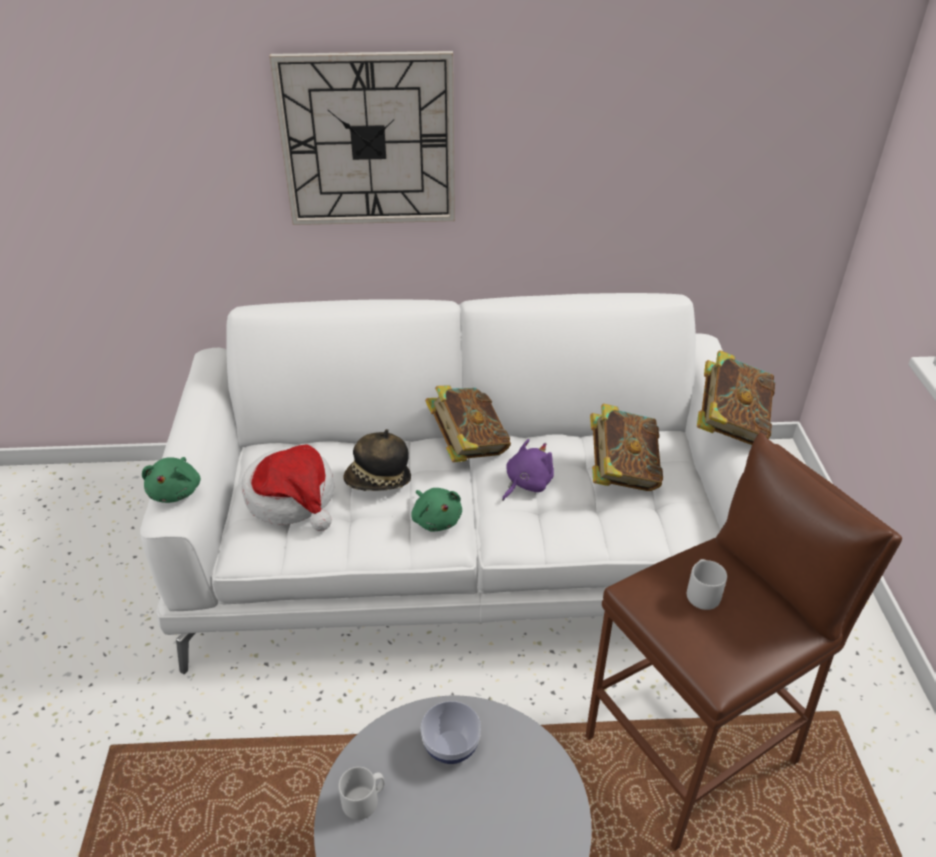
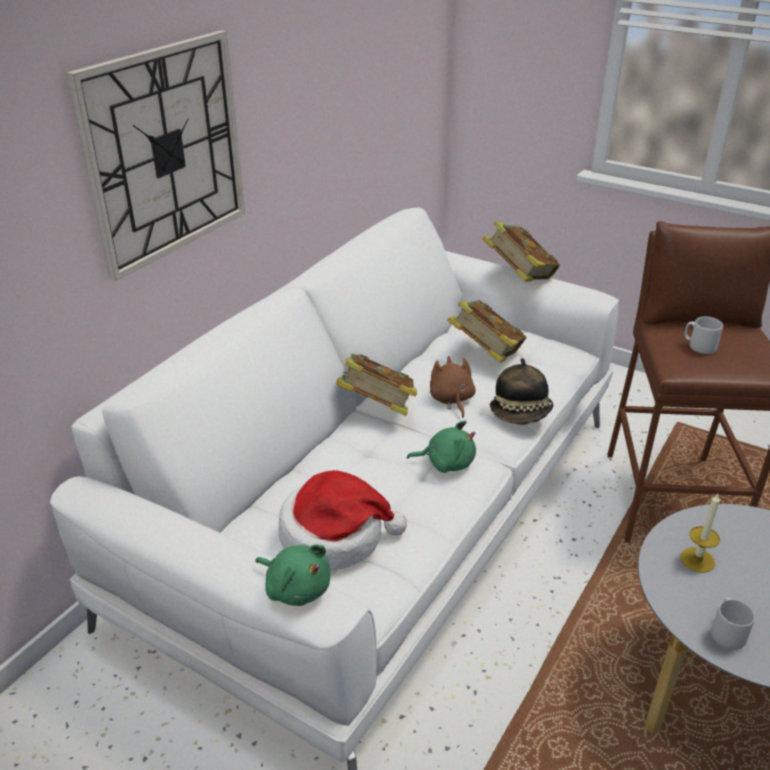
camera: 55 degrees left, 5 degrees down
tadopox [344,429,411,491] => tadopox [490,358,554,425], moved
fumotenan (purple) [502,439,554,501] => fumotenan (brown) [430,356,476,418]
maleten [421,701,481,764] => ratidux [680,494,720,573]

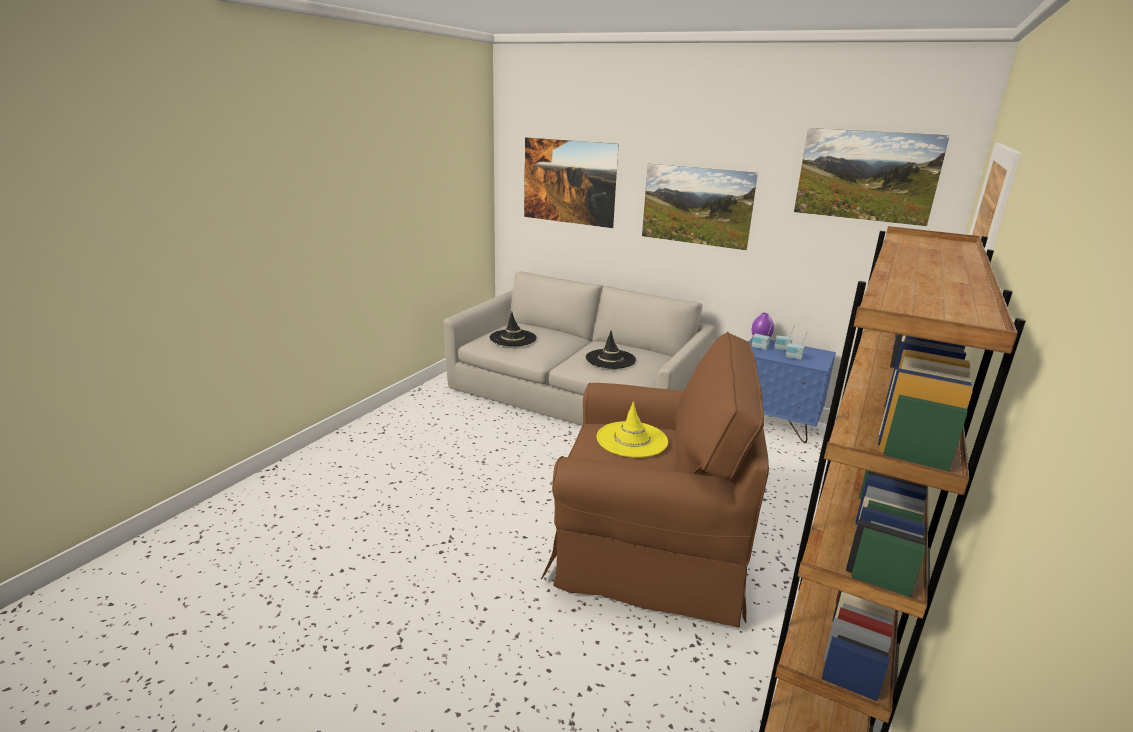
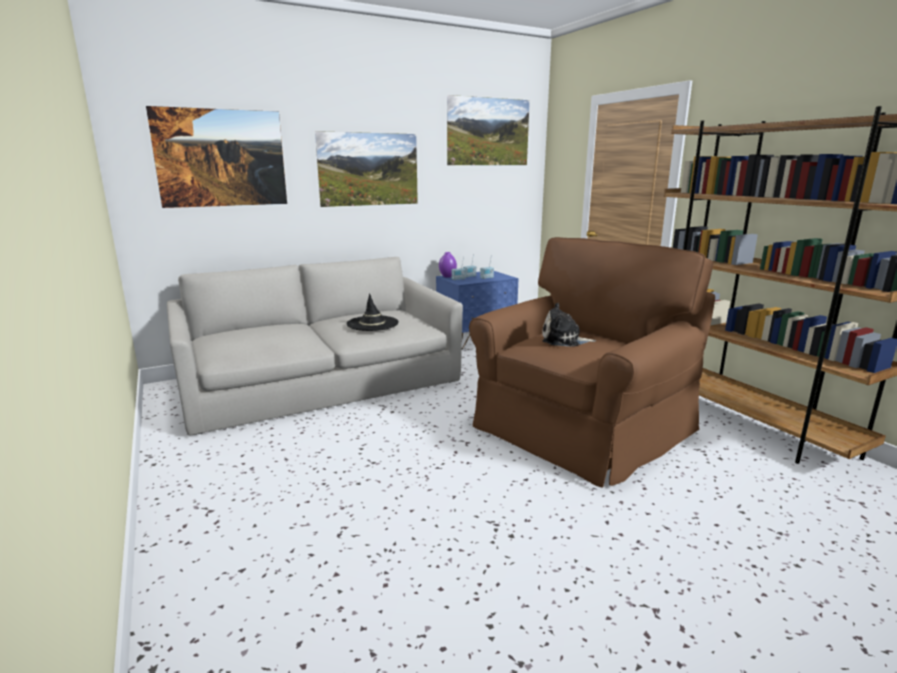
camera: 55 degrees left, 5 degrees down
tadopox (black) [490,312,537,346] => nothing
tadopox (yellow) [597,401,668,458] => fumotenan [542,303,596,347]

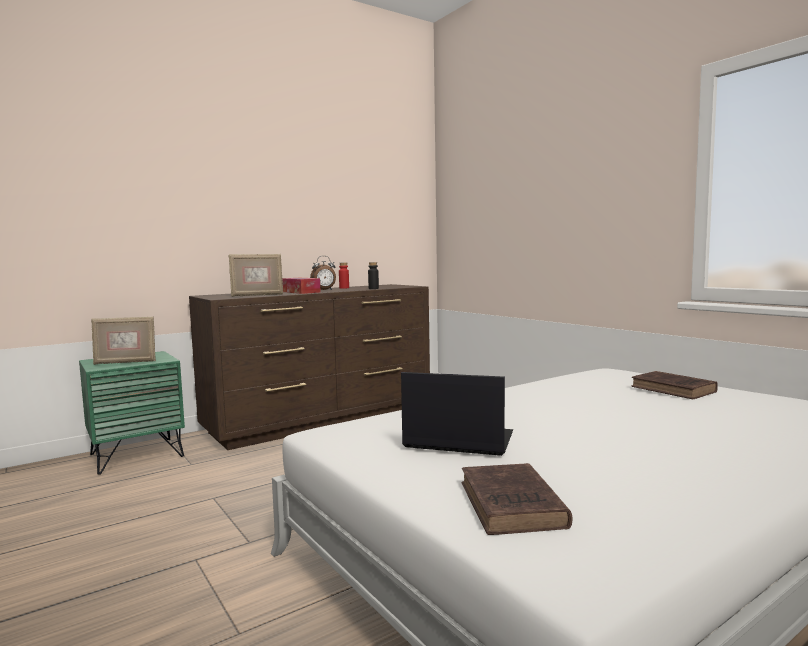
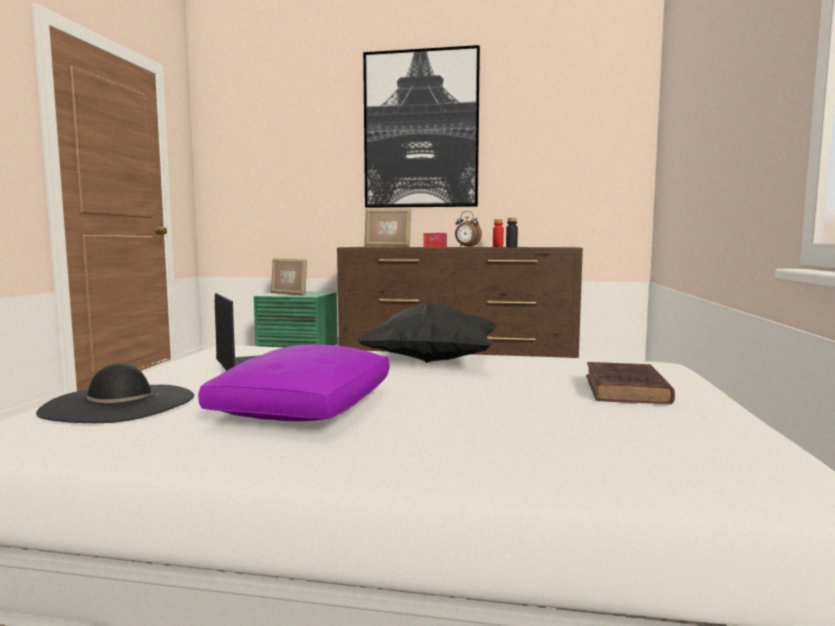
camera: 45 degrees right, 0 degrees up
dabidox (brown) [461,463,572,535] => tadopox (black) [36,363,194,423]
nothing => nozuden [363,45,480,208]
nothing => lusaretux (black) [357,303,498,363]
nothing => lusaretux (purple) [198,345,389,421]

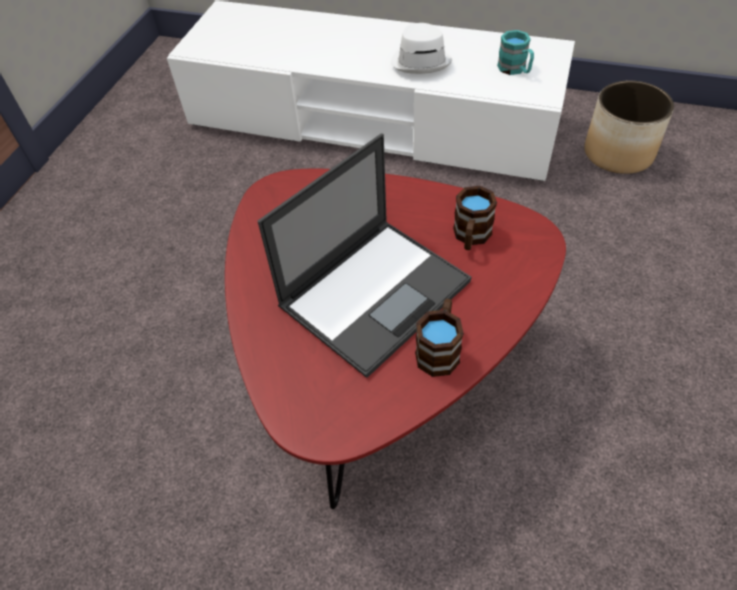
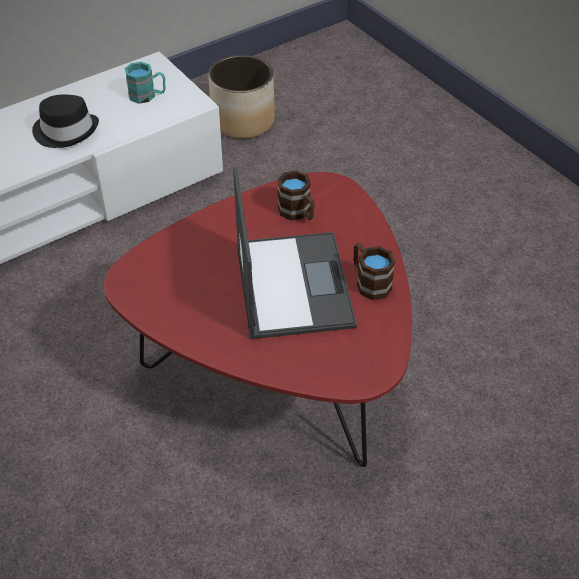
camera: 55 degrees left, 5 degrees down
tadopox (white) [391,23,452,74] => tadopox (black) [32,94,99,148]

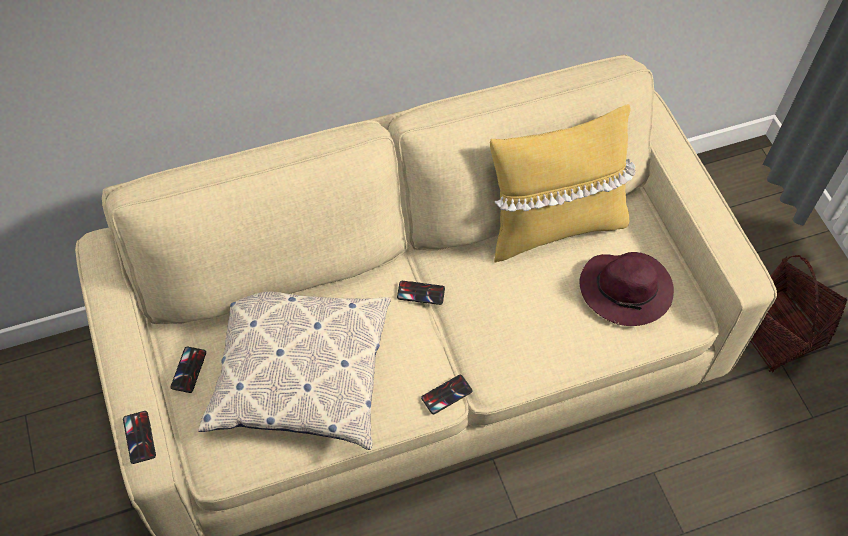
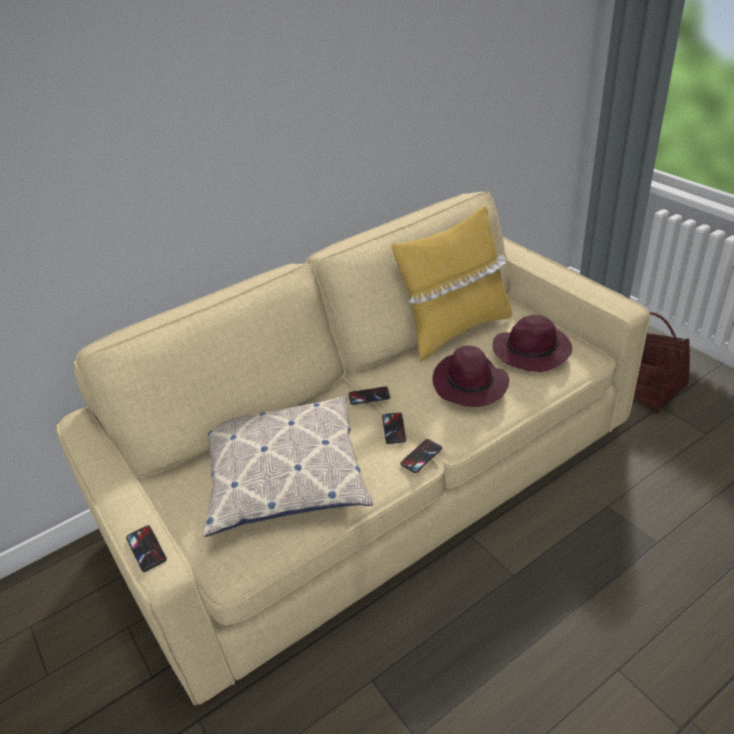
camera: 10 degrees left, 20 degrees down
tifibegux [170,347,206,393] => tifibegux [382,412,406,444], moved
nothing => tadopox (purple) [433,346,509,407]

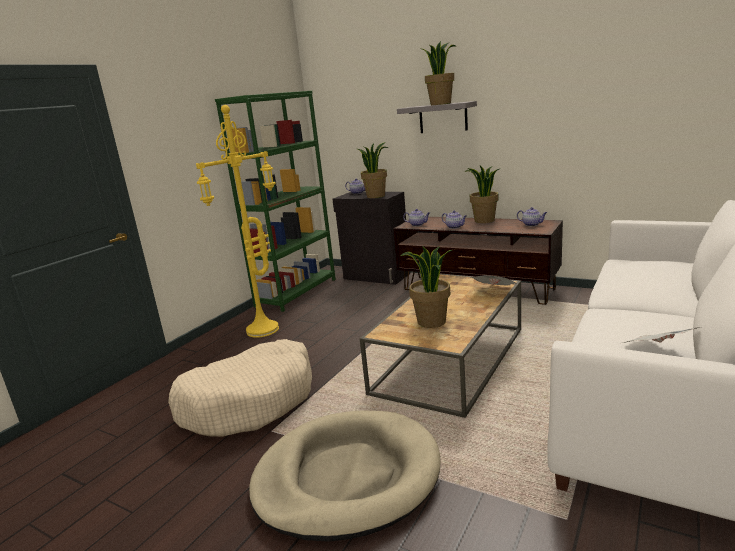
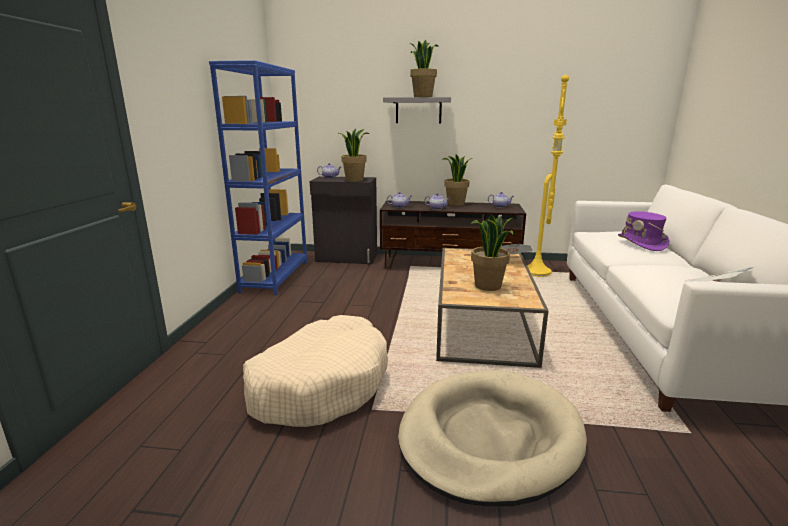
camera: 25 degrees left, 0 degrees up
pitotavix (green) [215,91,336,312] => pitotavix (blue) [209,60,307,295]
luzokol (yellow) [196,105,279,338] => luzokol (yellow) [527,75,569,277], moved
nothing => tadopox (purple) [618,211,669,251]

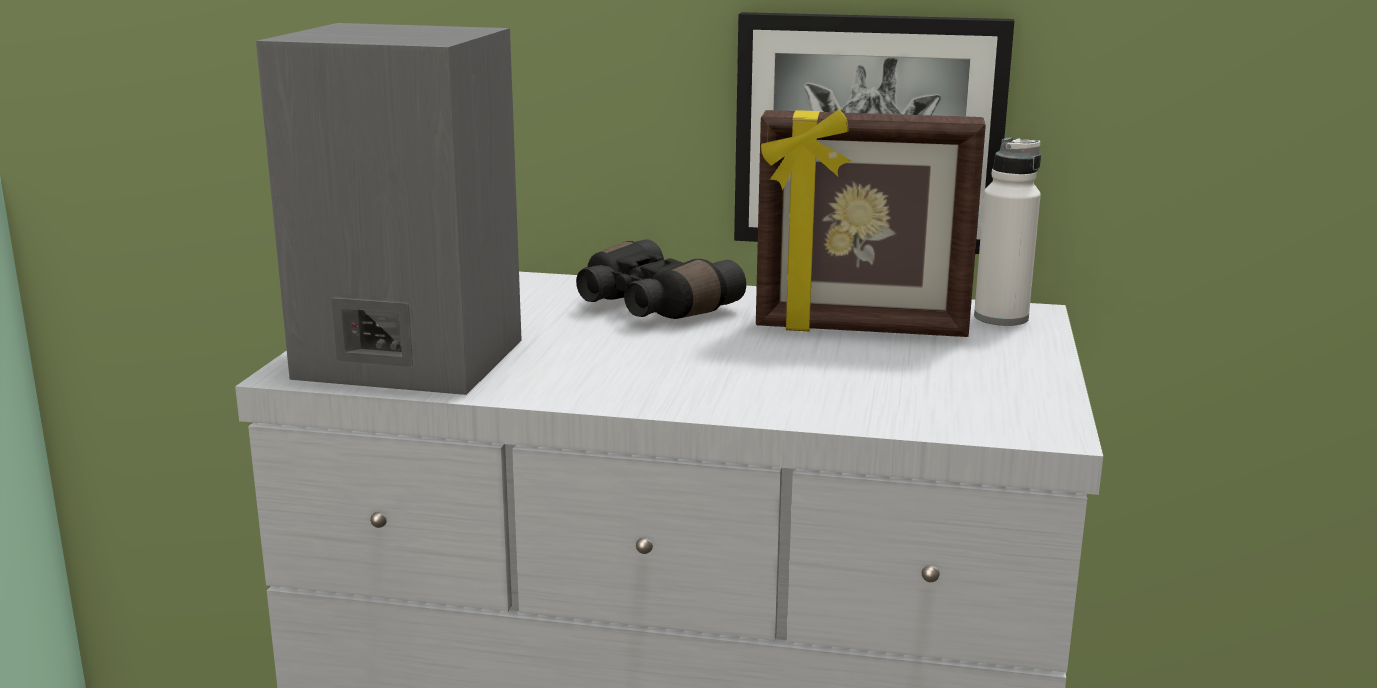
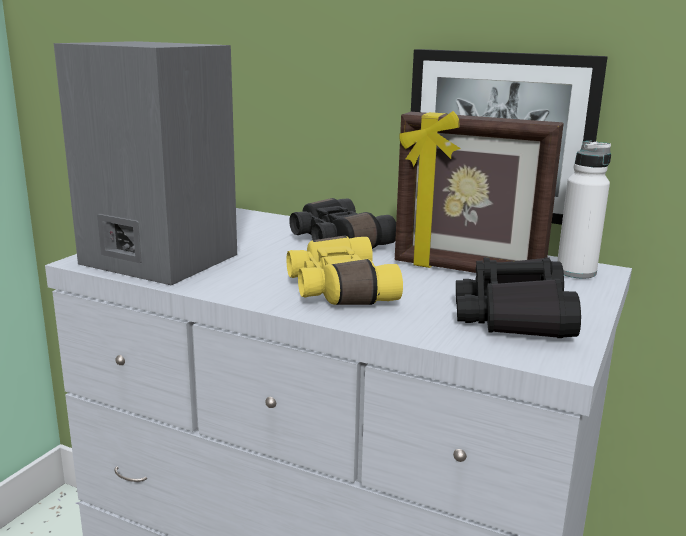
camera: 15 degrees right, 0 degrees up
nothing => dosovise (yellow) [286,235,403,305]
nothing => dosovise (black) [456,257,581,338]

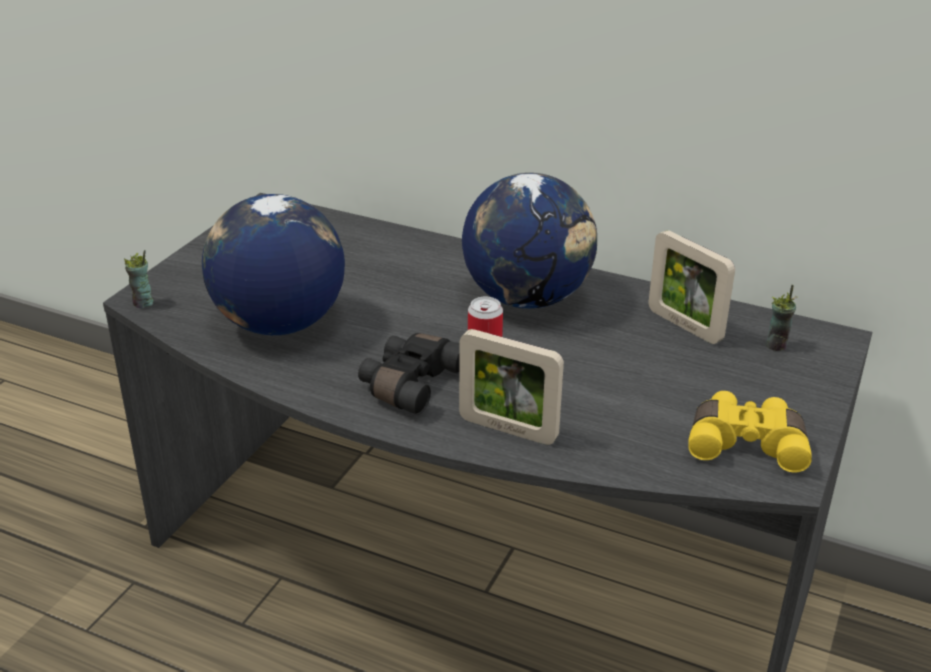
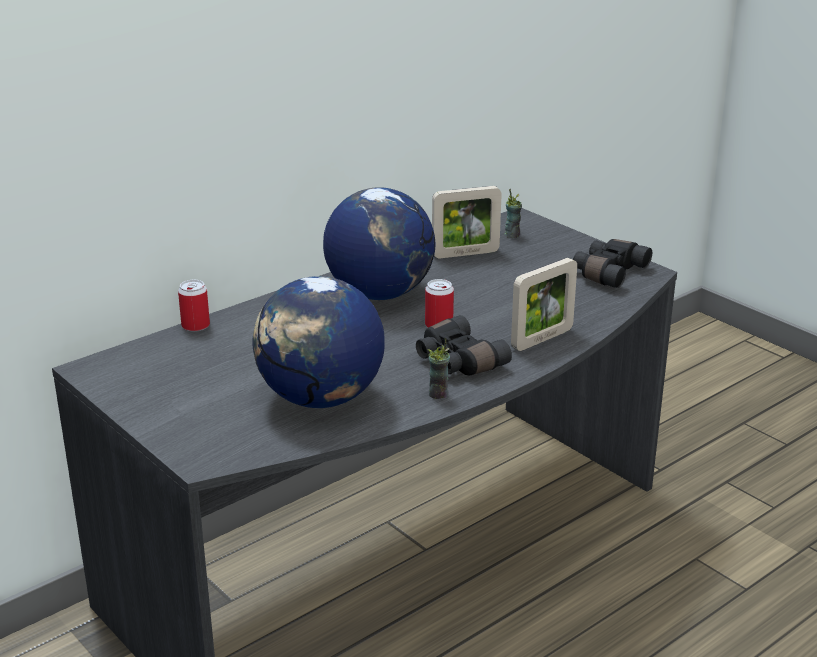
camera: 65 degrees left, 5 degrees down
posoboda [124,250,154,308] => posoboda [428,338,450,399], moved
dosovise (yellow) [688,391,812,472] => dosovise (black) [573,239,652,288]
nothing => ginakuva [178,280,210,332]

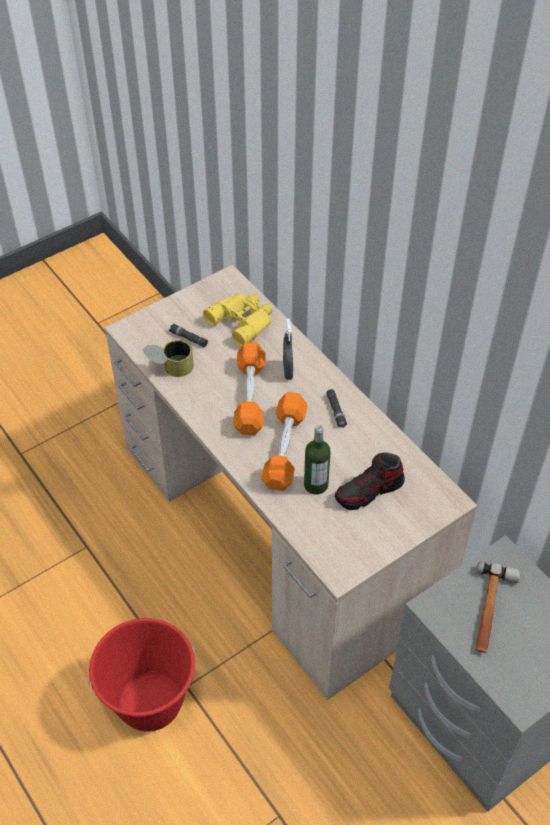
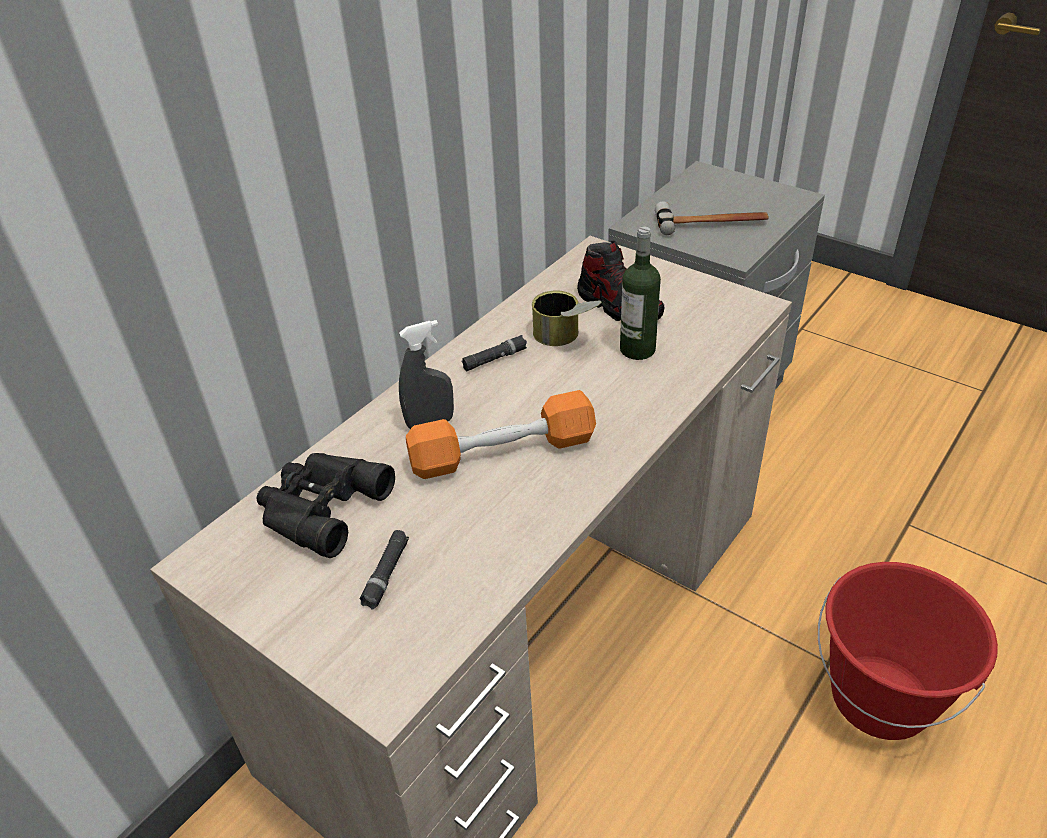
camera: 105 degrees left, 10 degrees down
dosovise (yellow) [203,293,273,347] => dosovise (black) [257,453,395,558]
ginakuva [143,340,194,377] => ginakuva [532,290,601,346], moved
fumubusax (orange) [261,392,308,491] => nothing

